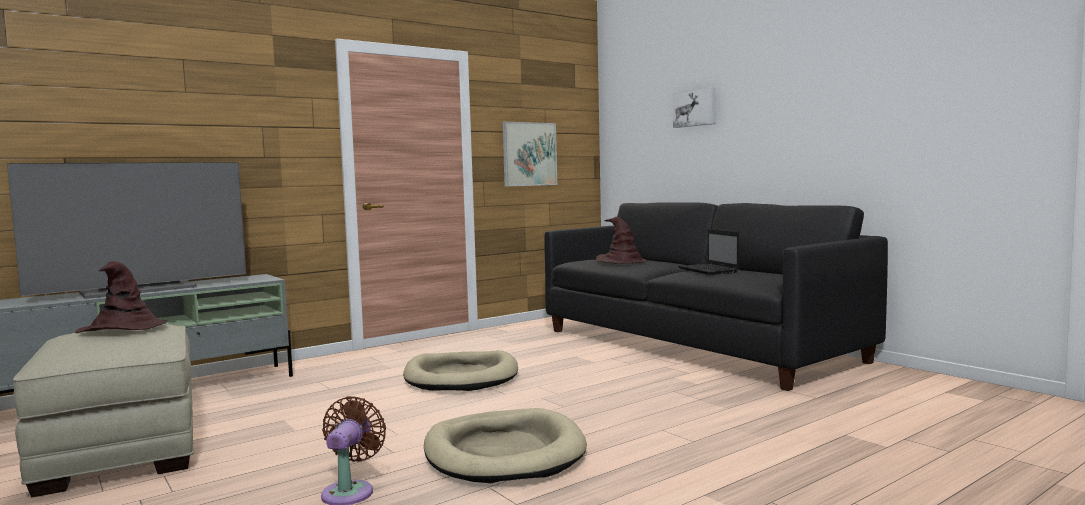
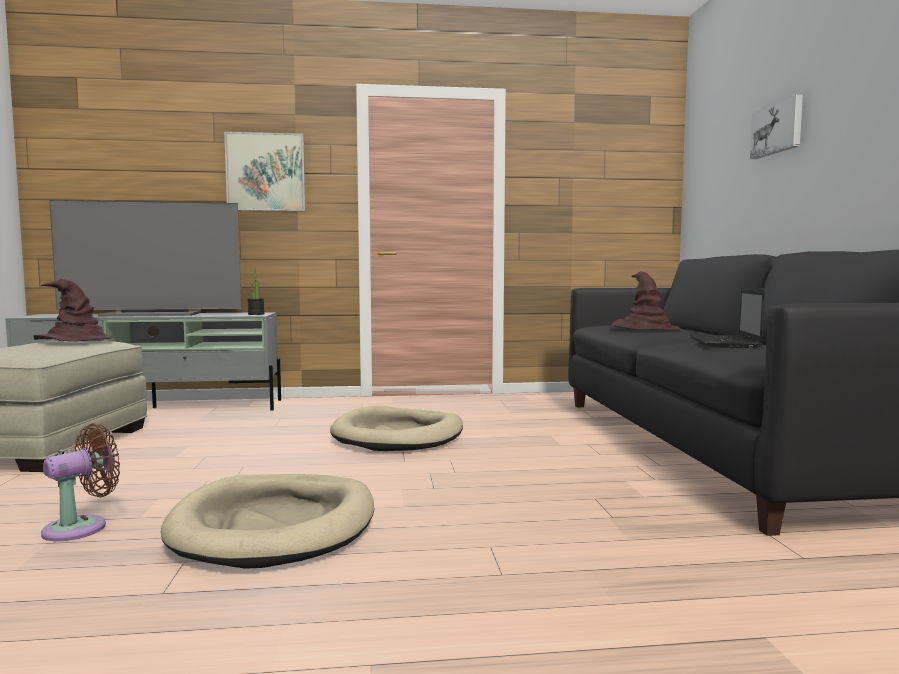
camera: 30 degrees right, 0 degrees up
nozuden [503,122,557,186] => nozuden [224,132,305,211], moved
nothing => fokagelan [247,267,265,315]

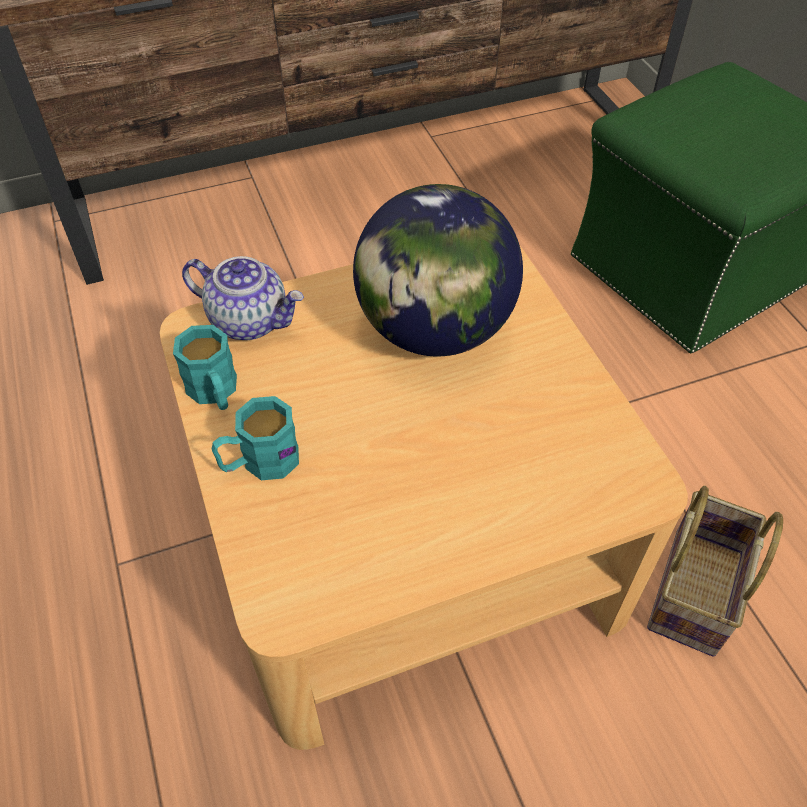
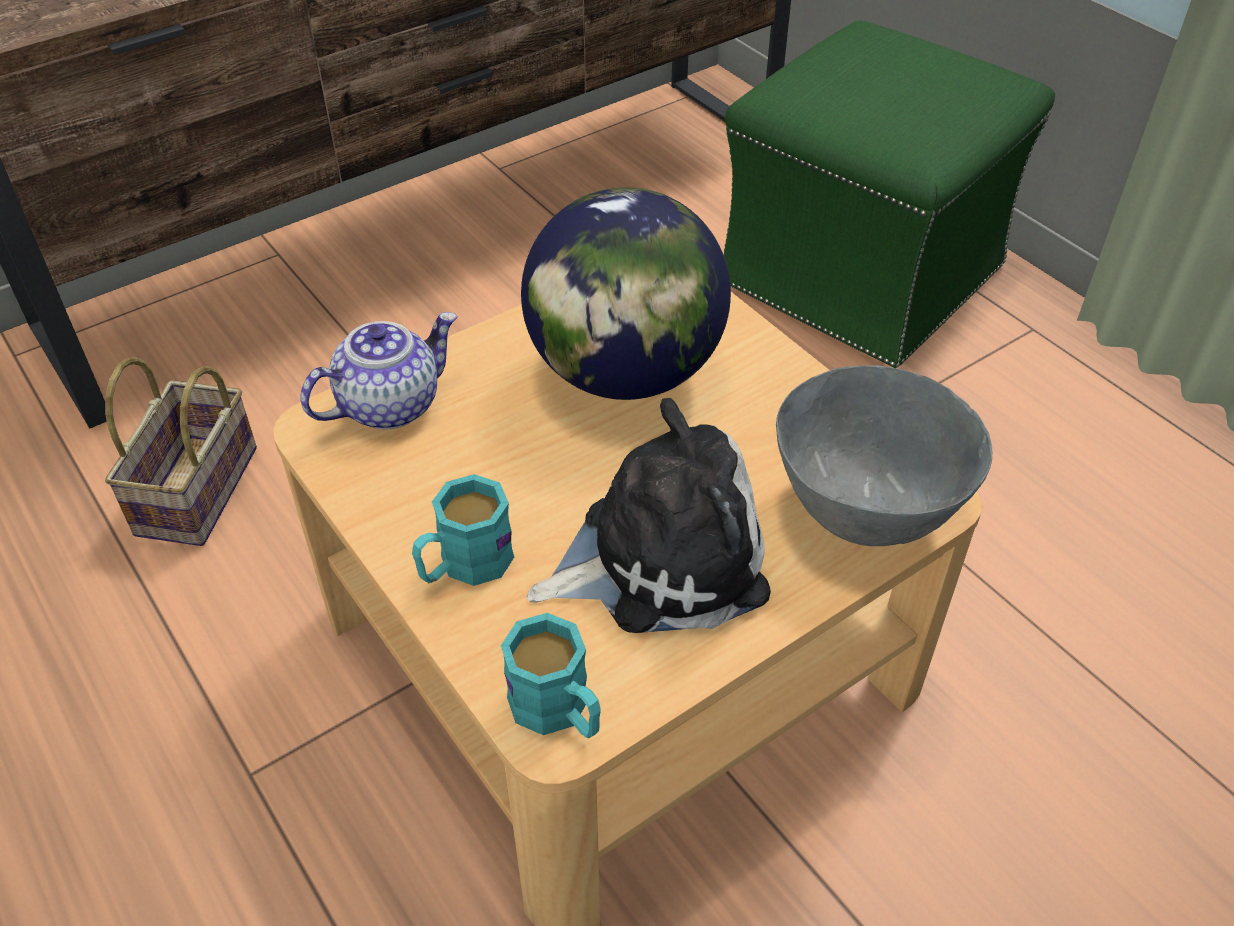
camera: 15 degrees left, 5 degrees down
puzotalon [182,256,304,340] => puzotalon [300,312,458,430], 45 degrees counterclockwise
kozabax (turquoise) [173,325,237,410] => kozabax (turquoise) [501,613,601,738], moved
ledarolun [647,486,783,657] => ledarolun [105,357,257,546], moved
nothing => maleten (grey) [776,365,992,546]
nothing => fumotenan [527,398,771,633]

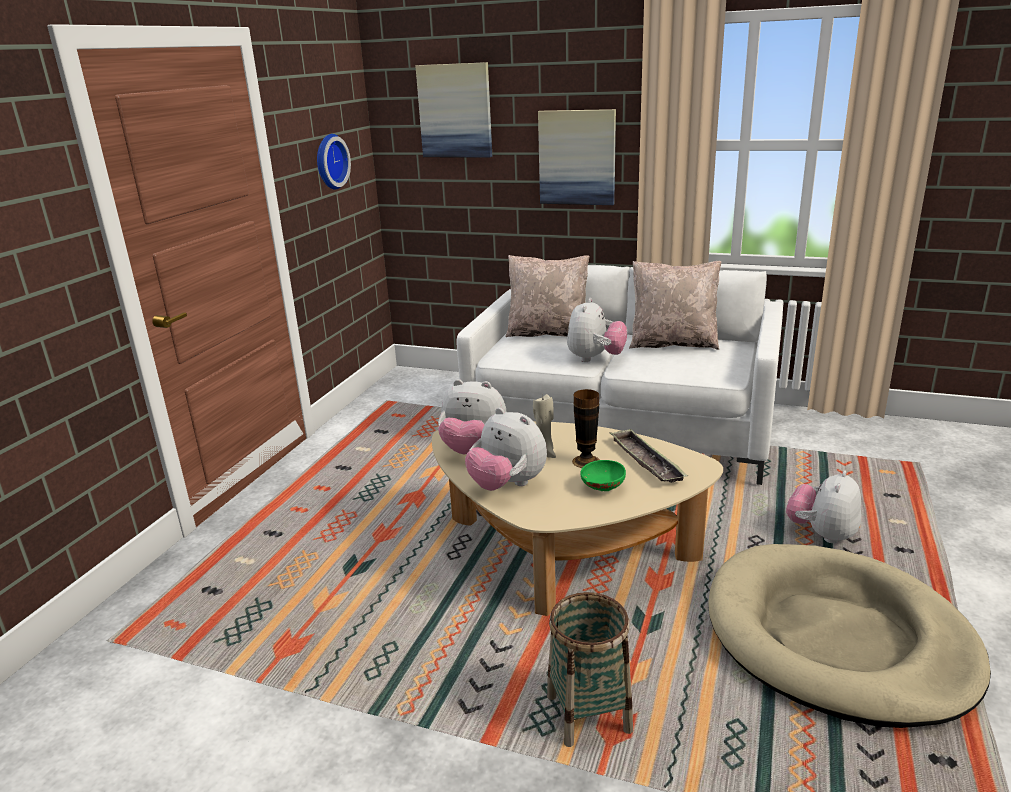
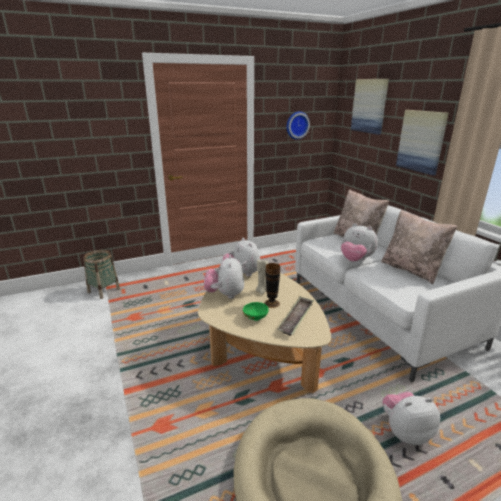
camera: 45 degrees right, 0 degrees up
fumotenan [567,298,627,362] => fumotenan [341,223,378,262], 60 degrees clockwise
ledarolun [547,592,633,747] => ledarolun [83,250,120,299], moved

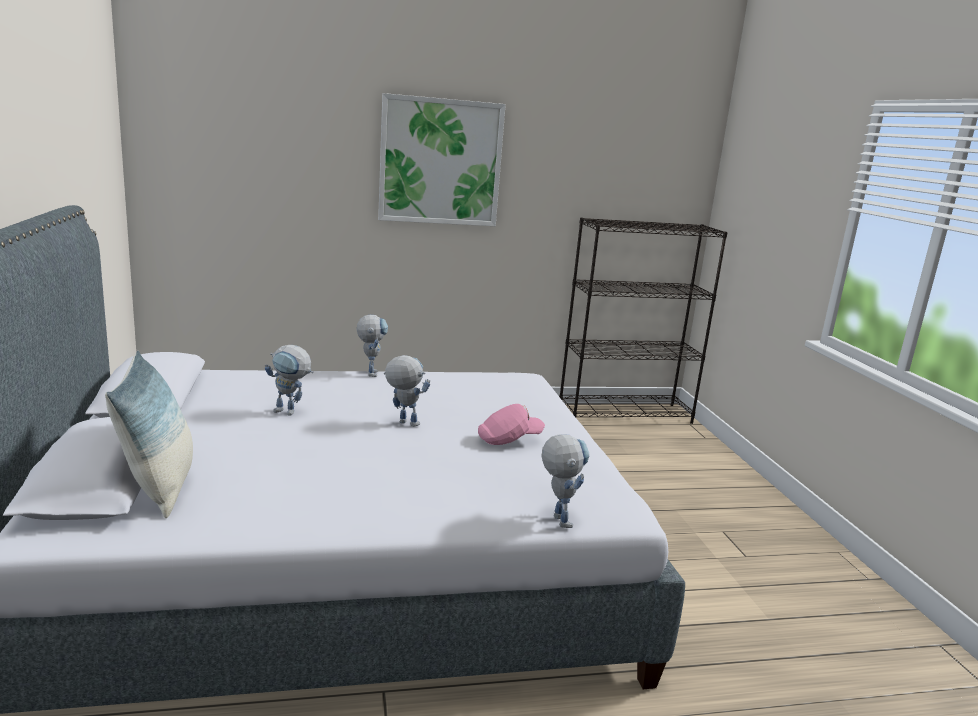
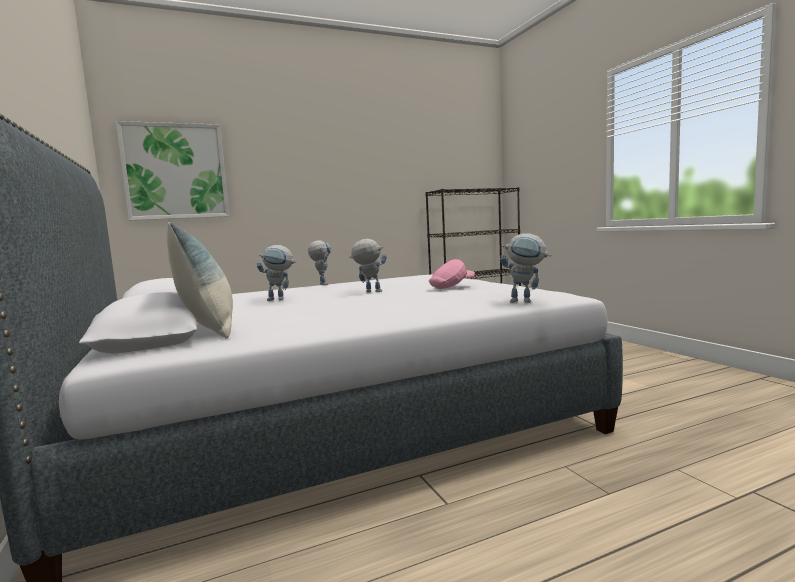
camera: 10 degrees left, 10 degrees down
nozuden [378,93,506,226] => nozuden [116,121,229,220], moved
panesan [541,434,590,528] => panesan [500,233,551,303], 135 degrees clockwise

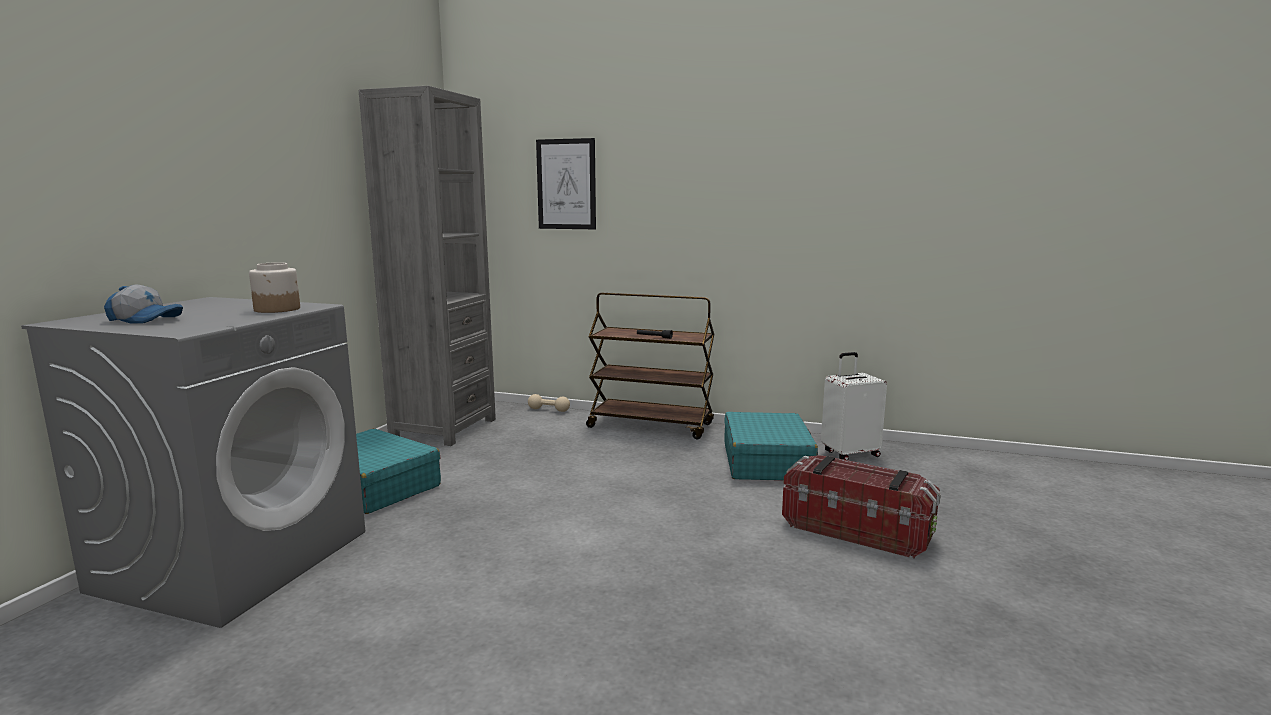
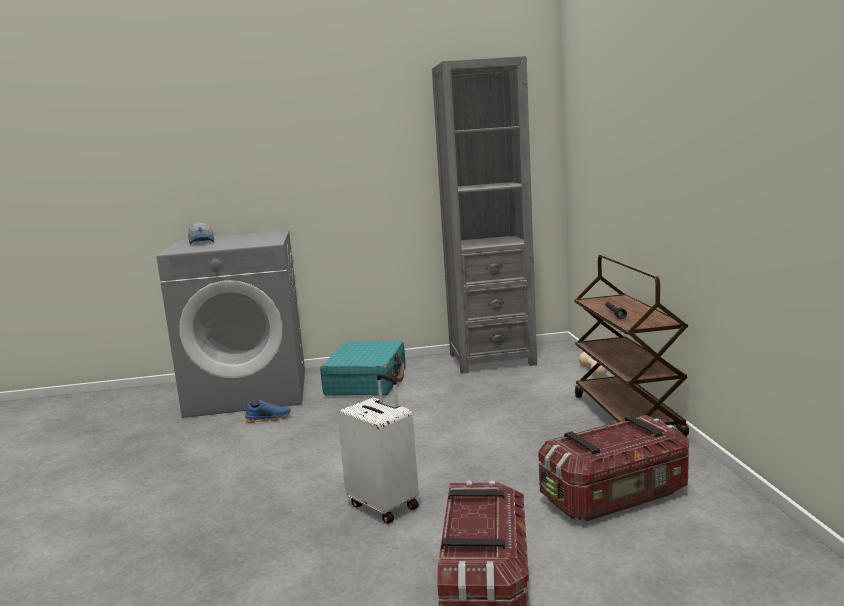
camera: 65 degrees right, 0 degrees up
nozuden [536,138,596,229] => nothing
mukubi [249,262,300,313] => nothing
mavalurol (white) [821,352,887,460] => mavalurol (white) [337,374,419,524], moved
mavalurol (turquoise) [724,412,818,480] => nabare [538,415,689,521]
nothing => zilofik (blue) [243,400,291,423]

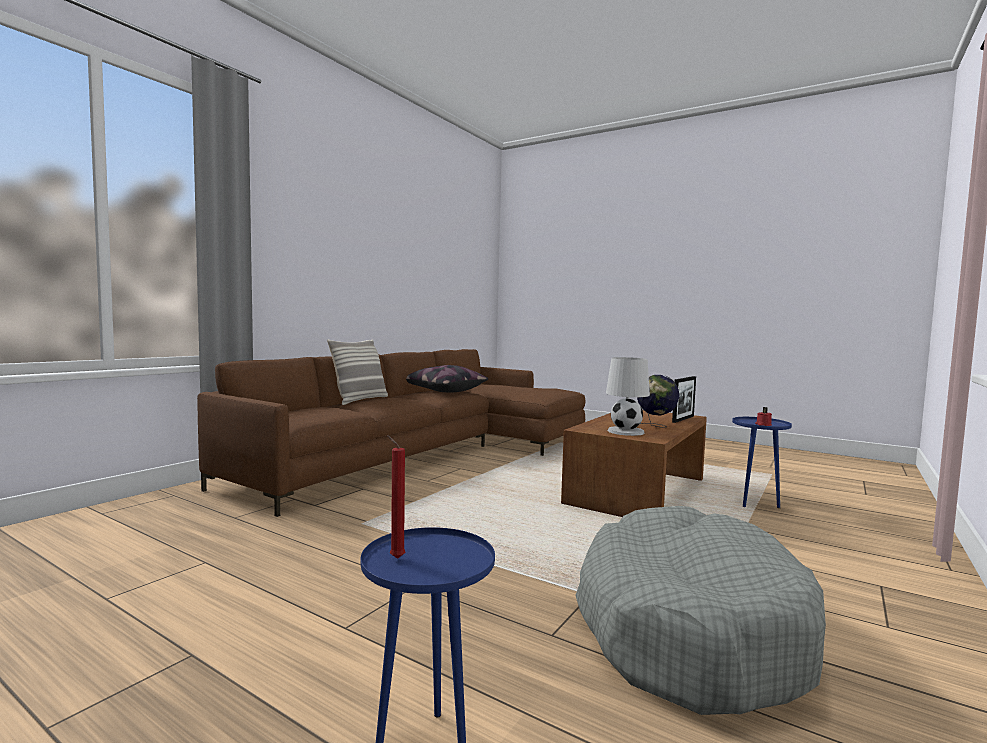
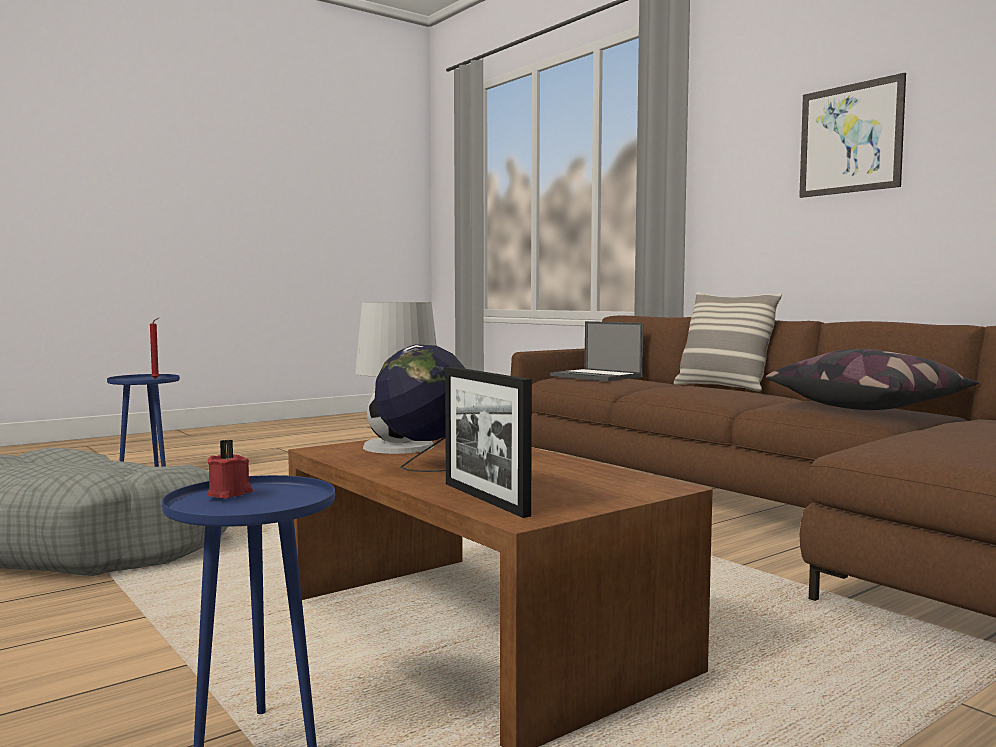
camera: 110 degrees right, 0 degrees up
nothing => nozuden [799,73,906,198]
nothing => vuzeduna [550,321,644,381]

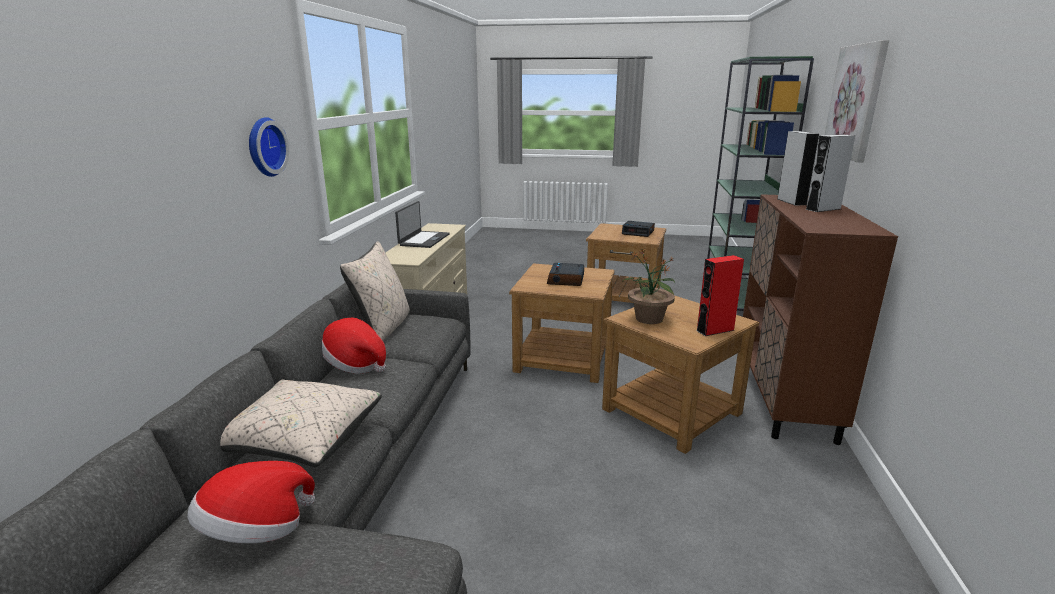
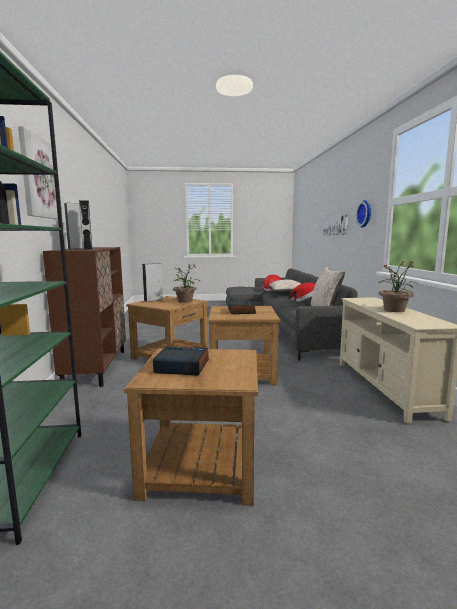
camera: 165 degrees right, 10 degrees down
vuzeduna [395,201,450,248] => fokagelan [379,260,418,312]
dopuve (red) [696,255,744,336] => dopuve (grey) [142,263,163,302]
nothing => nozuden [323,214,348,235]

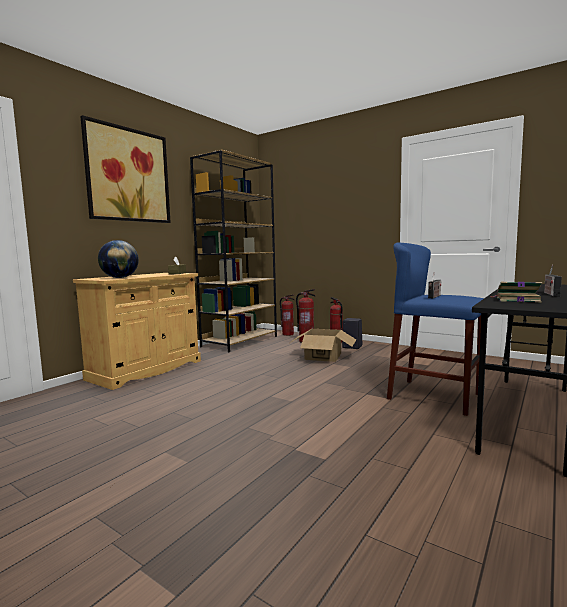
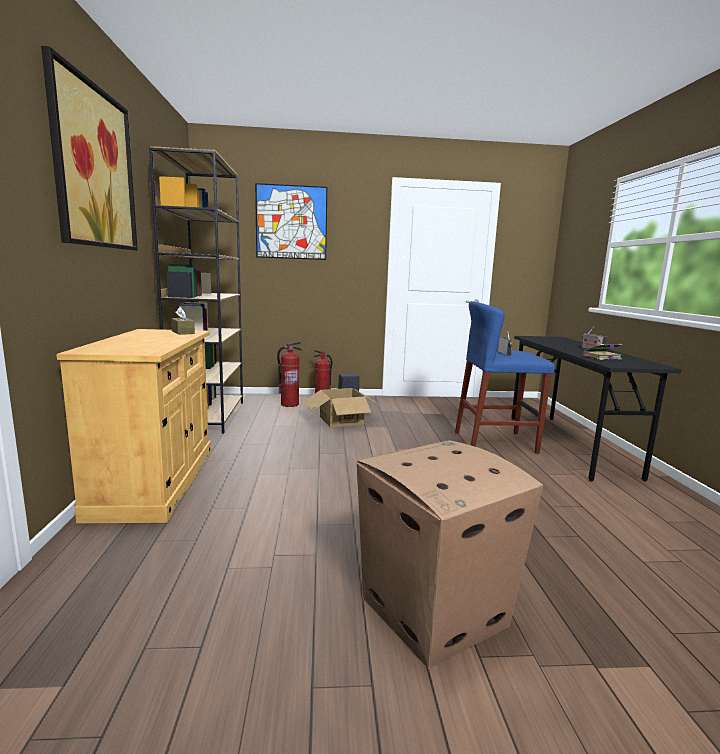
camera: 40 degrees left, 5 degrees up
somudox [98,240,139,278] => nothing
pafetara [280,294,295,336] => nothing
nothing => nozuden [255,183,327,260]
nothing => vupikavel [357,440,543,669]

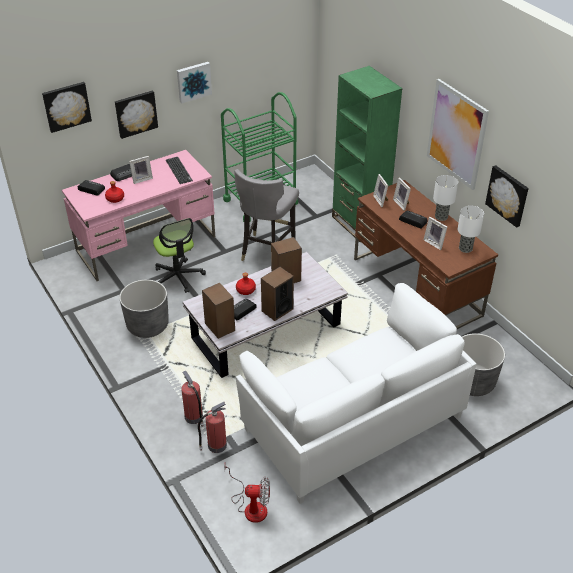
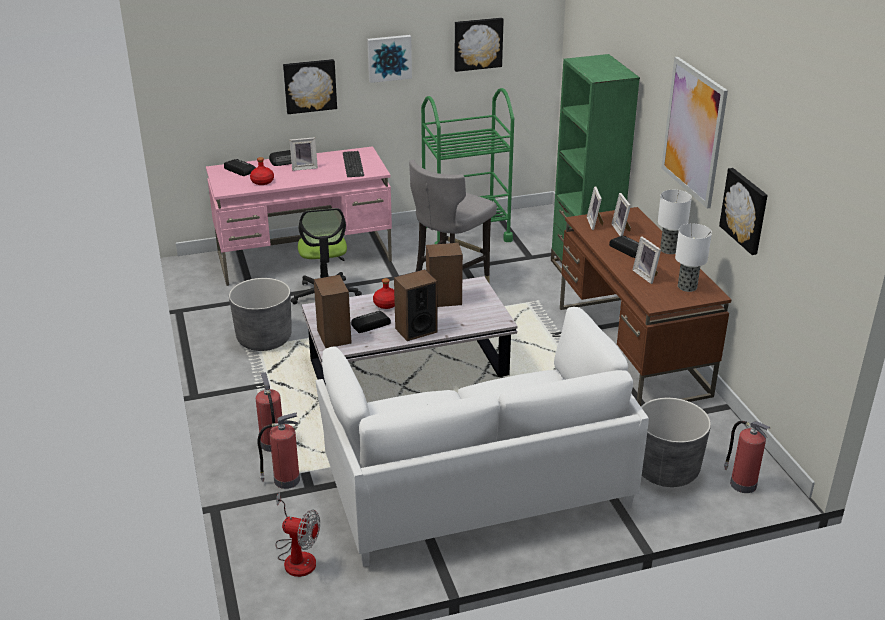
camera: 15 degrees right, 10 degrees down
nozuden [42,82,92,133] => nozuden [454,18,504,72], moved
nothing => pafetara [724,421,771,493]

